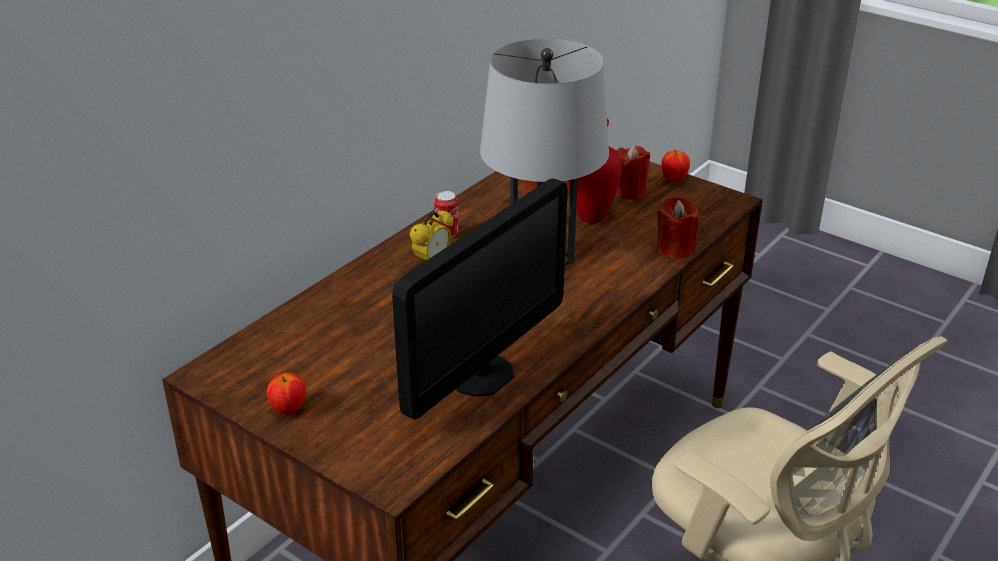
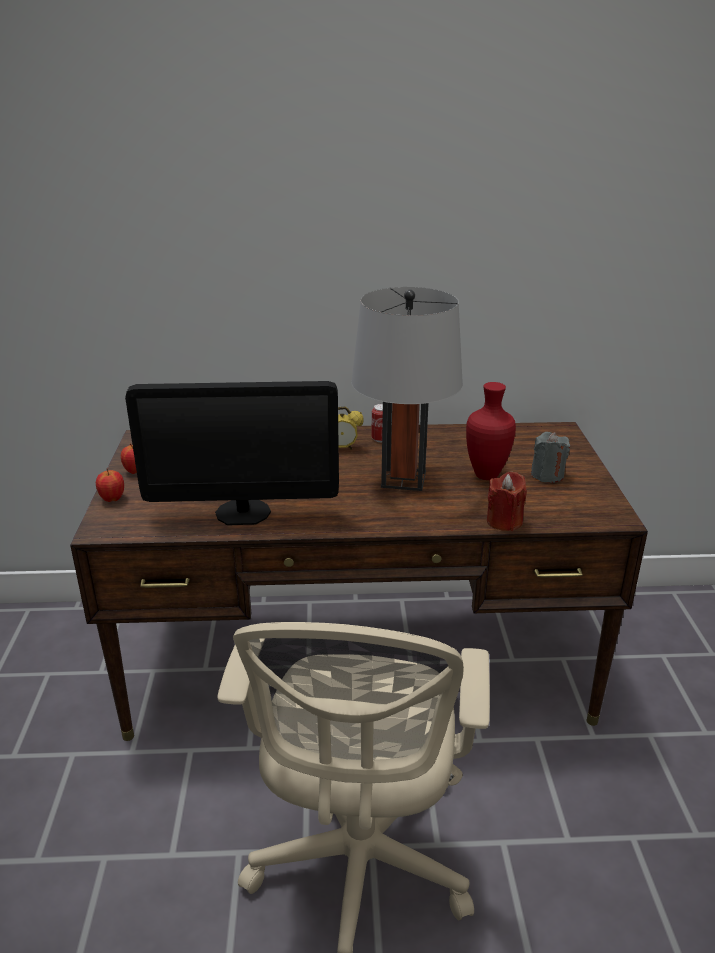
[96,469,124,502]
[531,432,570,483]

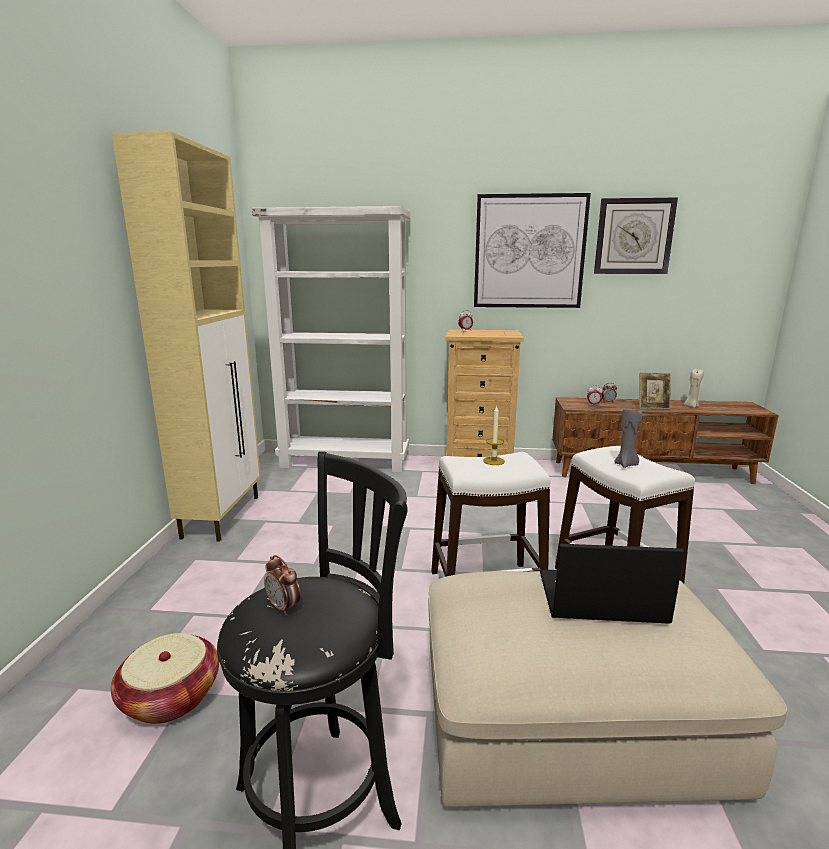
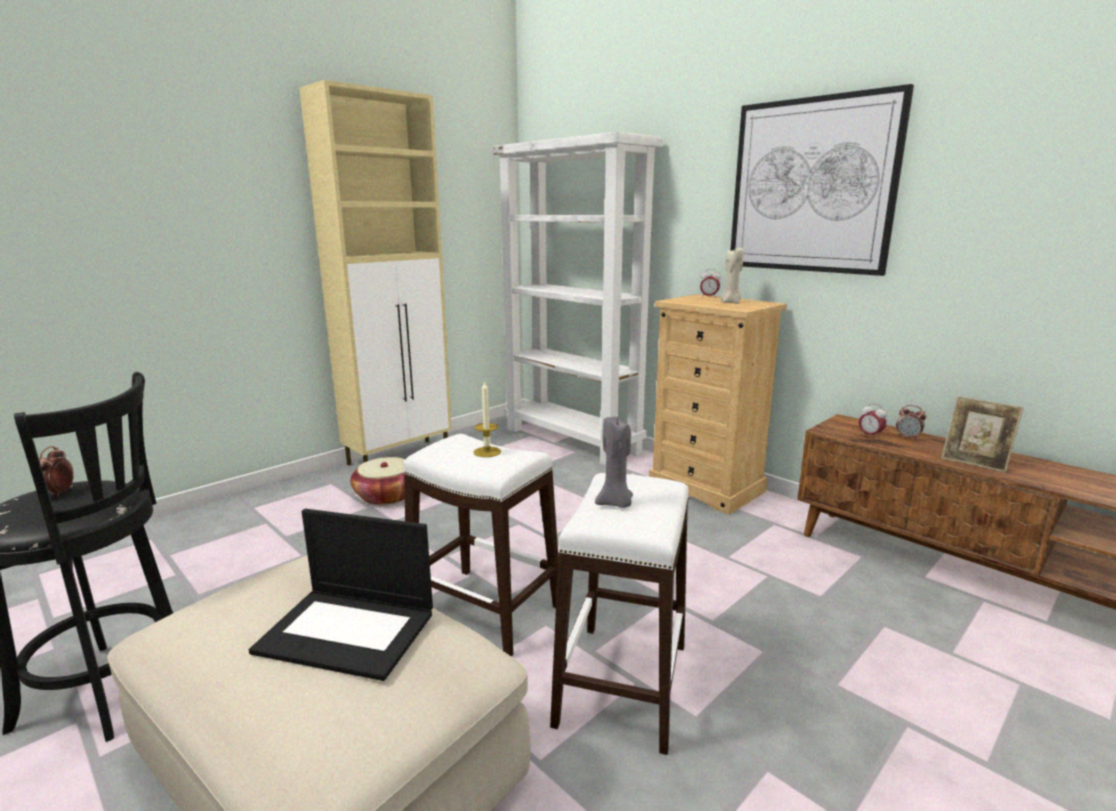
[594,198,678,274] (first image)
[350,457,405,505]
[720,248,744,304]
[249,509,433,681]

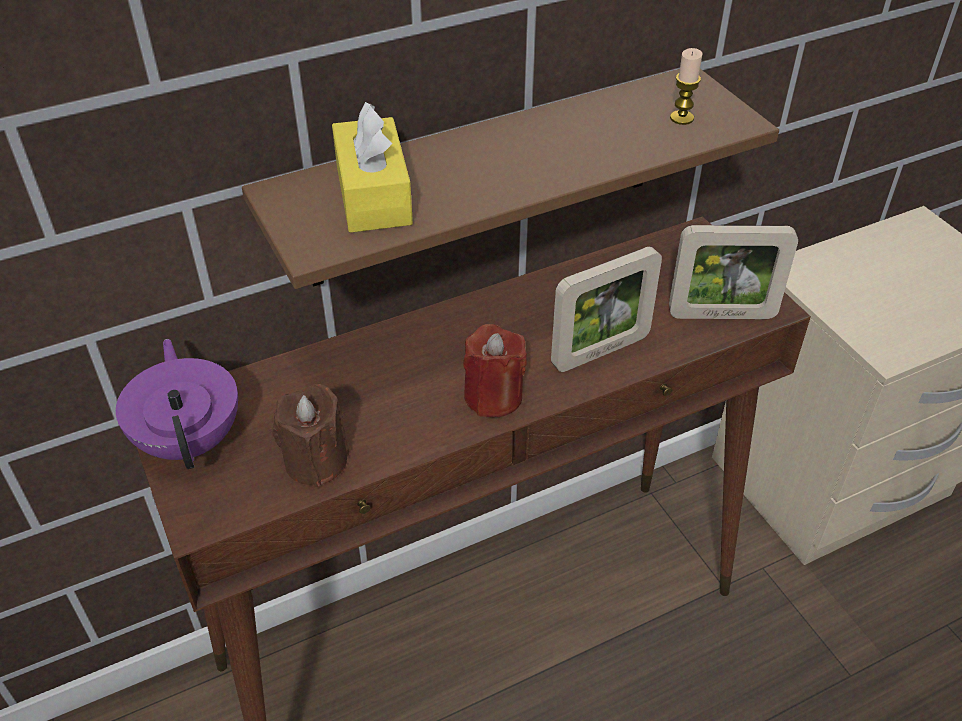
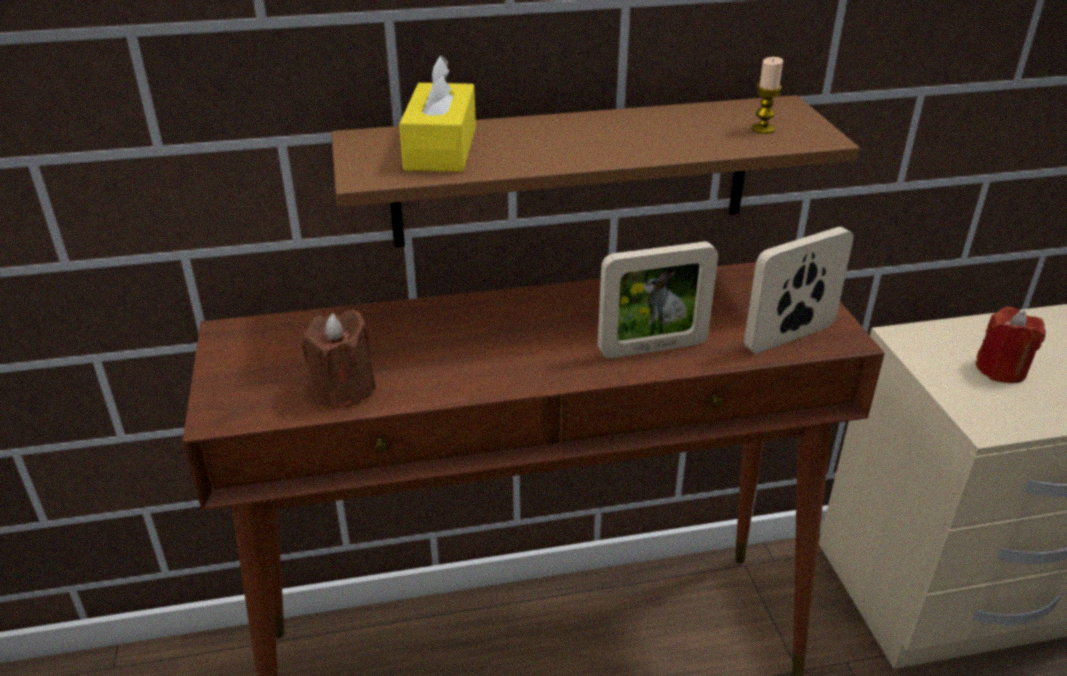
[116,339,238,469] (first image)
[976,307,1046,383]
[744,226,854,354]

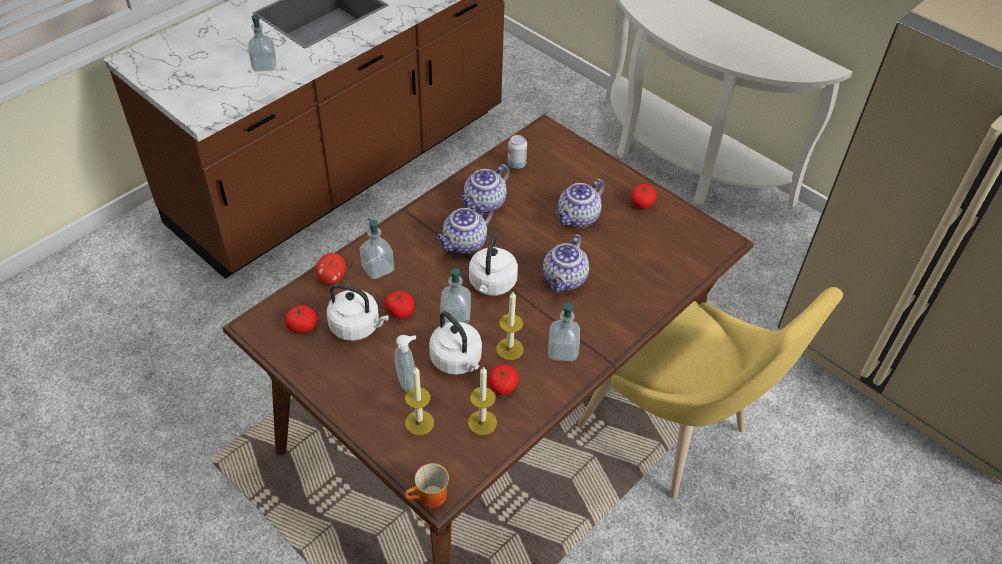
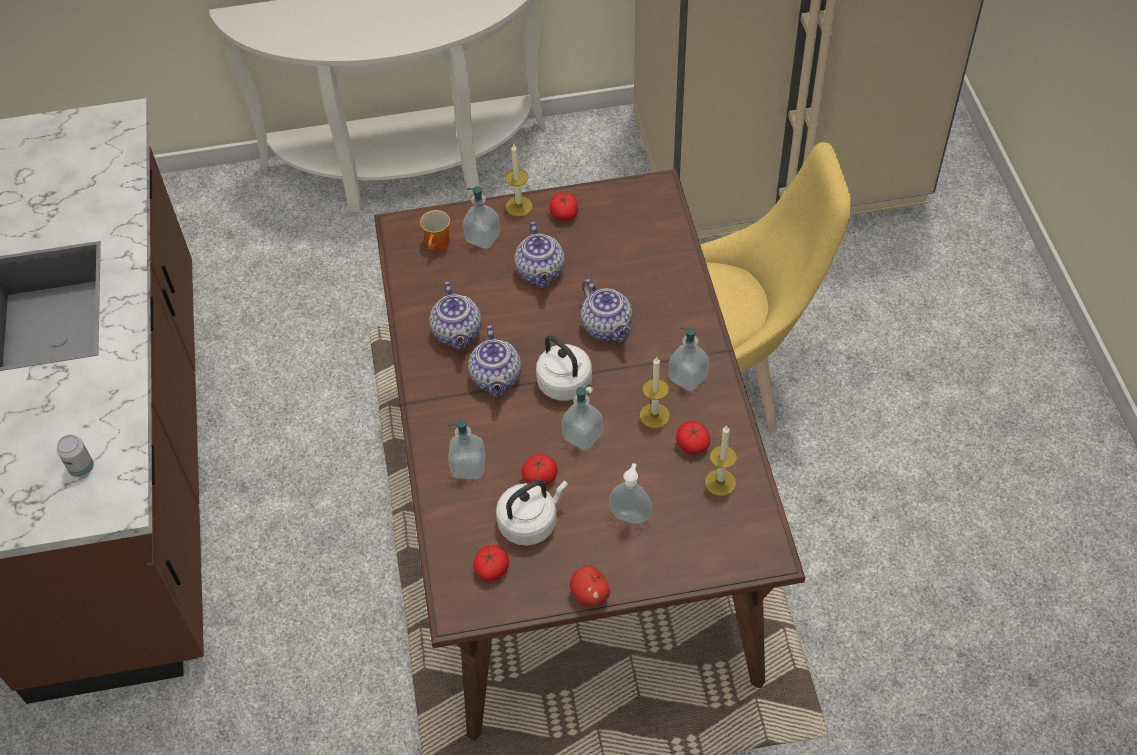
[429,311,482,375] (first image)
[463,186,500,249]
[570,565,610,606]
[505,144,533,217]
[420,210,450,251]
[57,435,94,477]

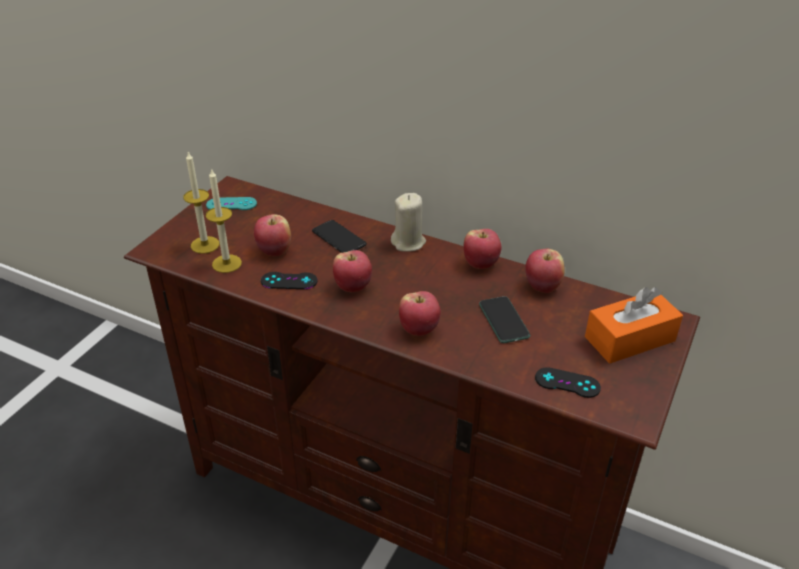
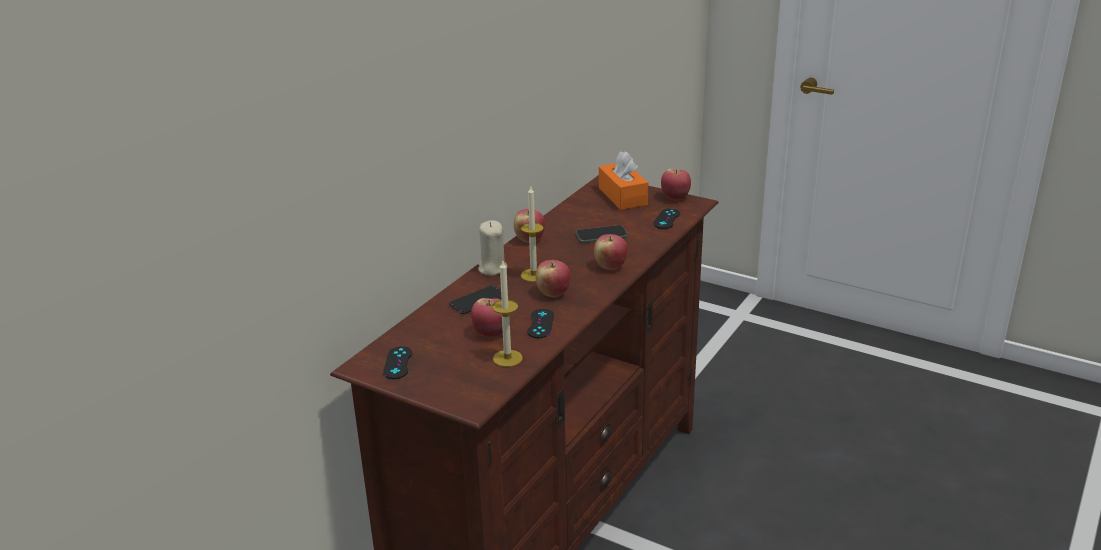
[521,185,544,282]
[661,169,691,200]
[383,346,412,379]

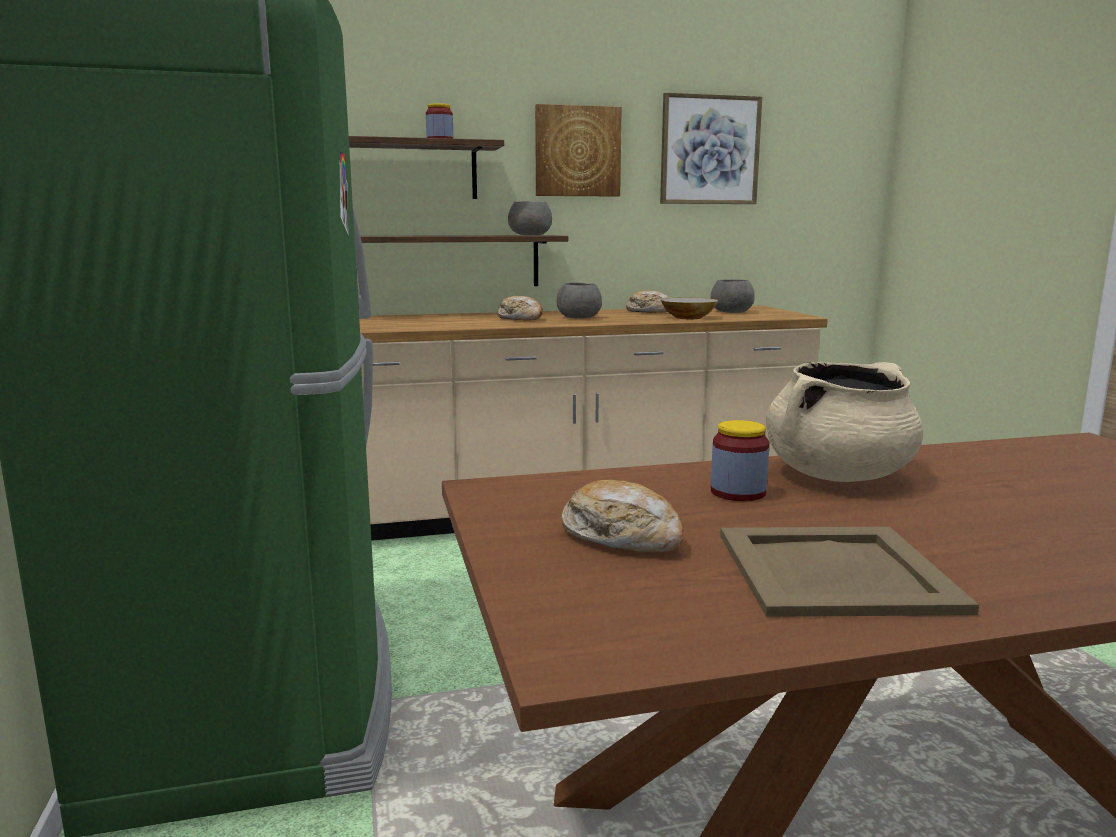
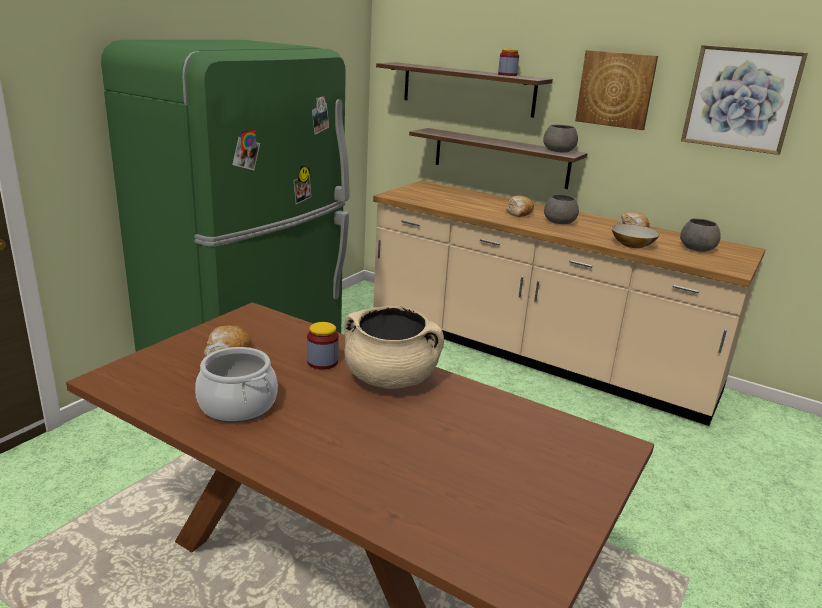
[195,344,278,423]

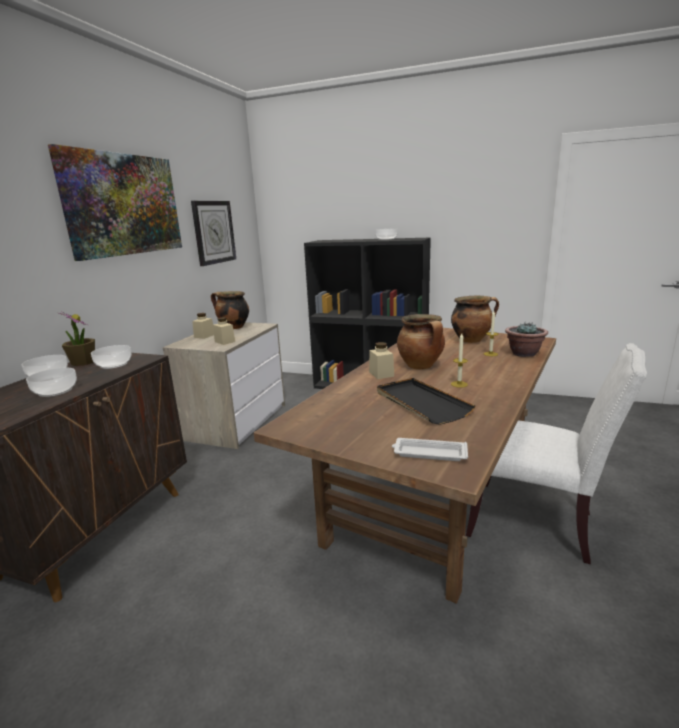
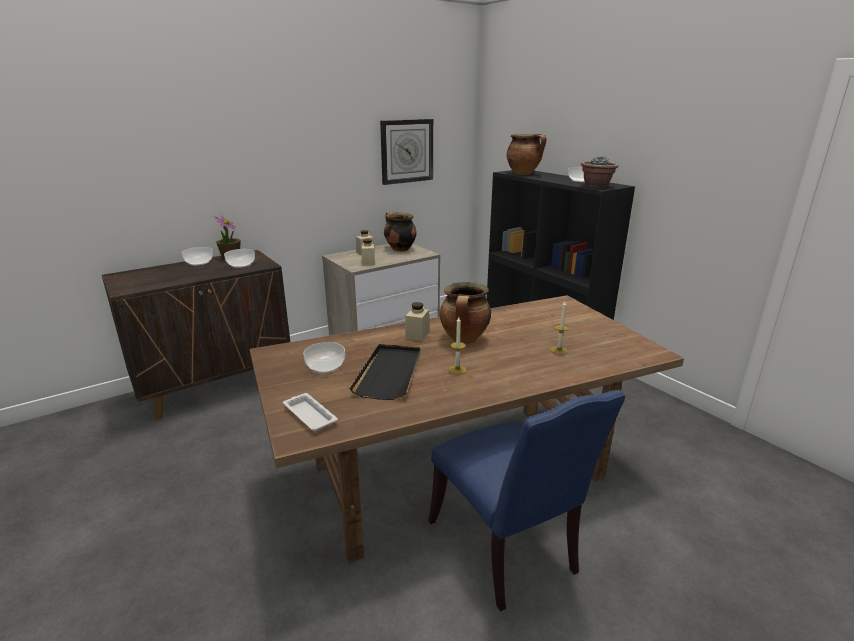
[48,144,182,261] (first image)
[303,342,345,373]
[507,134,547,175]
[581,156,619,188]
[429,390,625,611]

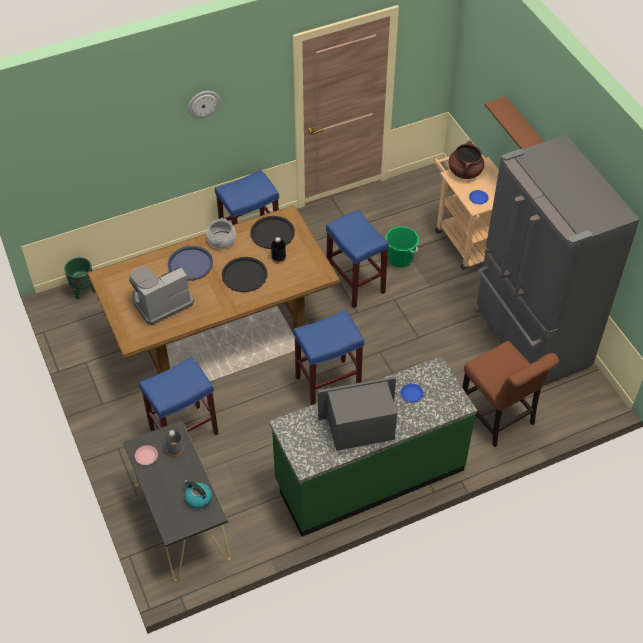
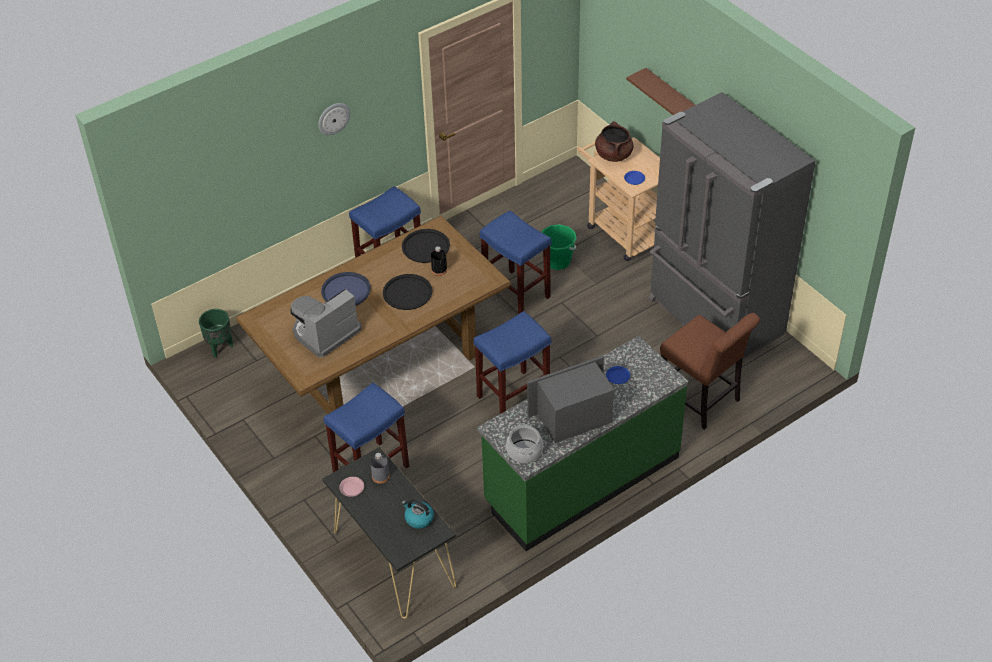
[506,424,543,463]

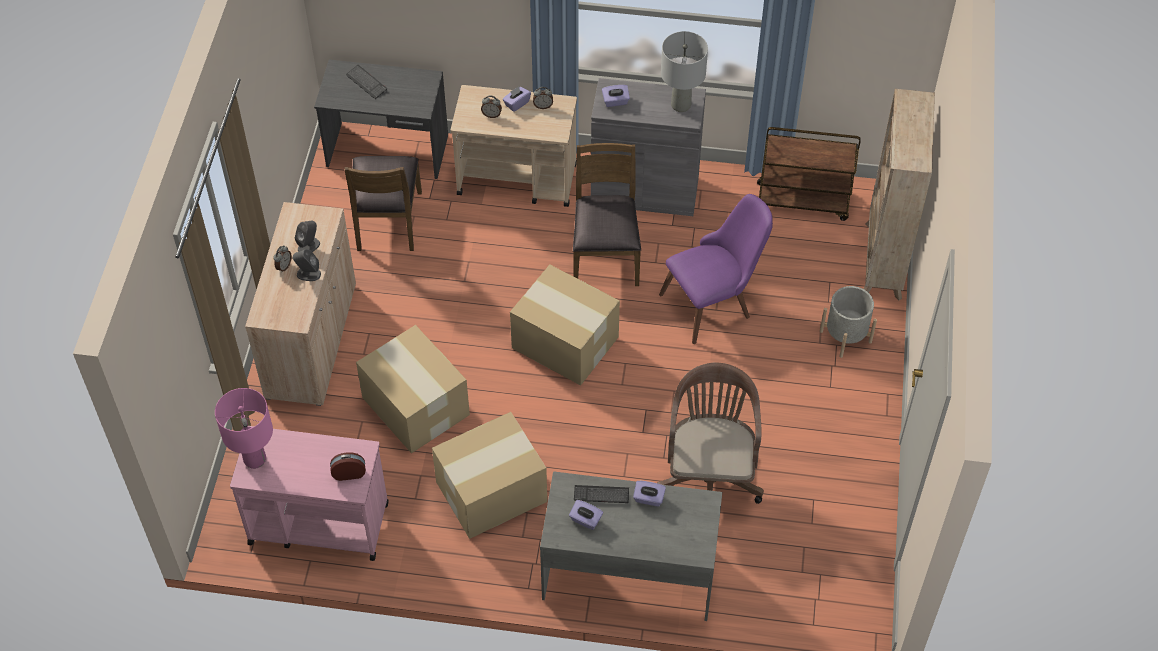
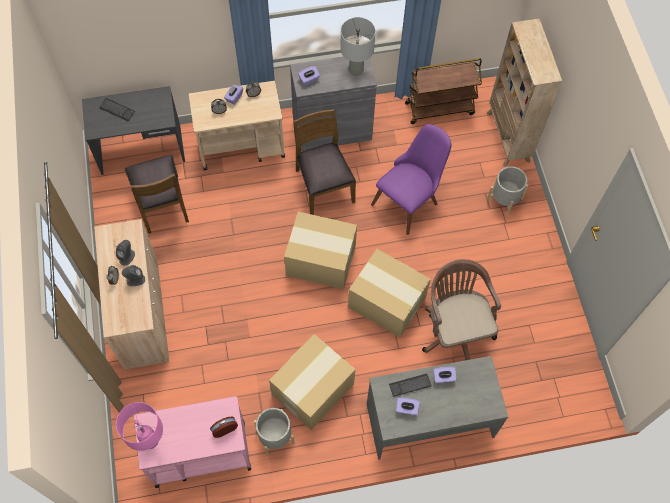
[254,408,295,456]
[348,249,431,338]

